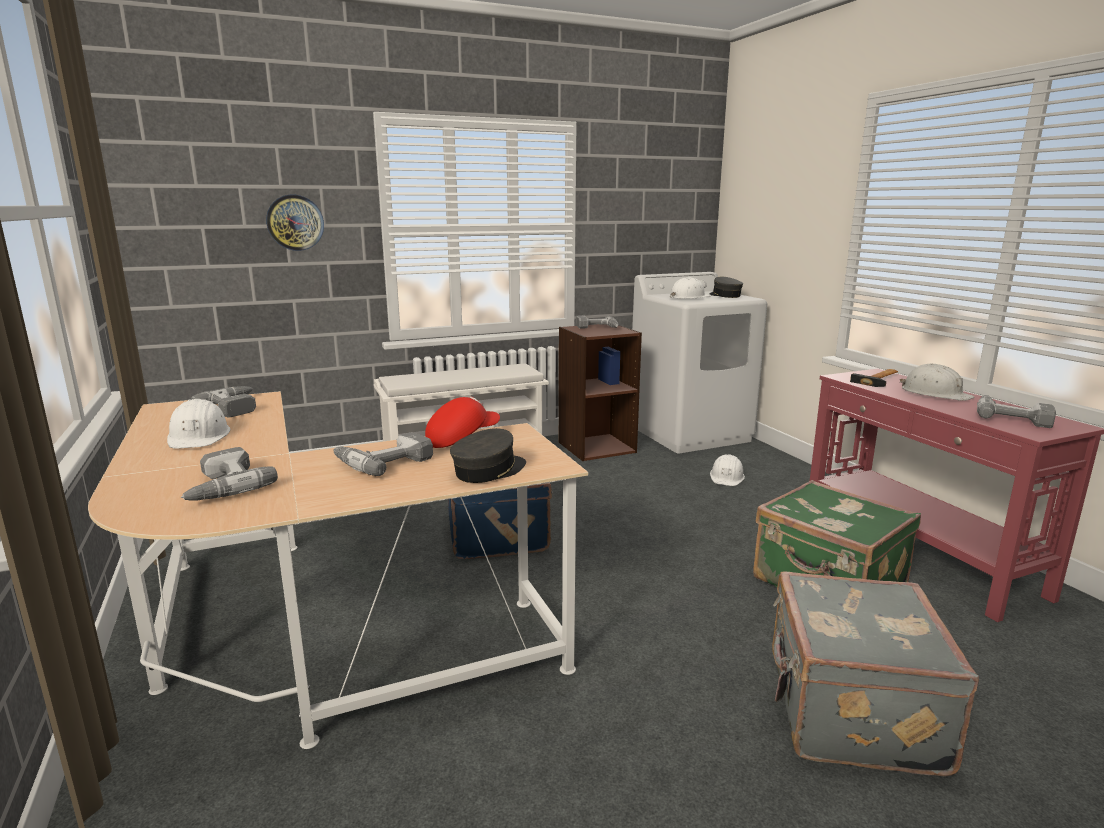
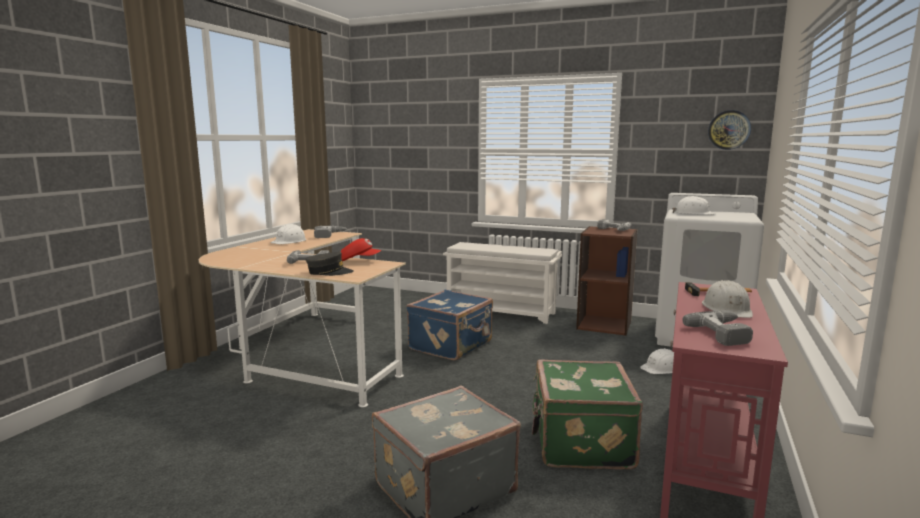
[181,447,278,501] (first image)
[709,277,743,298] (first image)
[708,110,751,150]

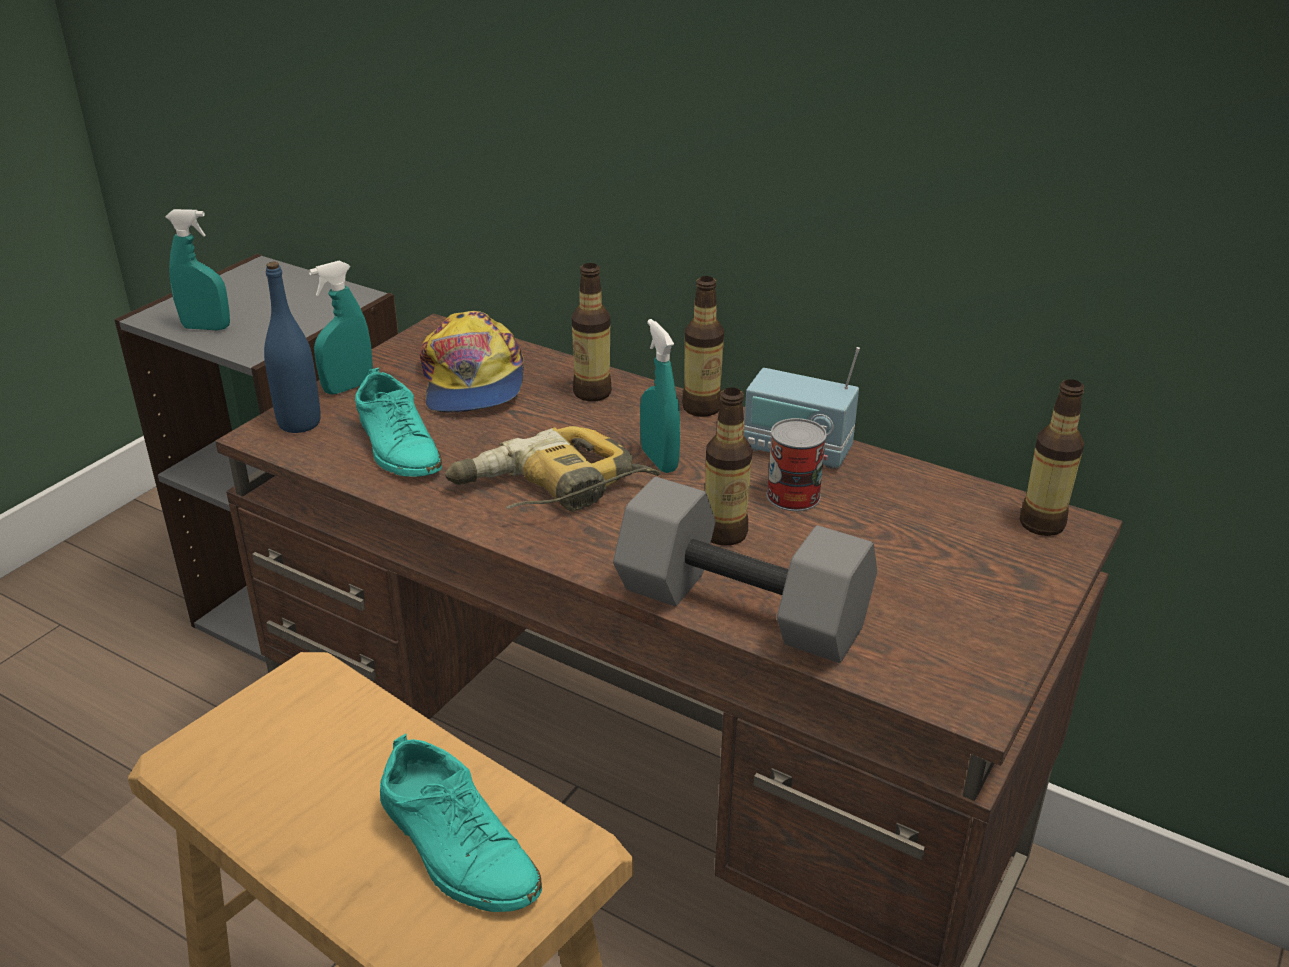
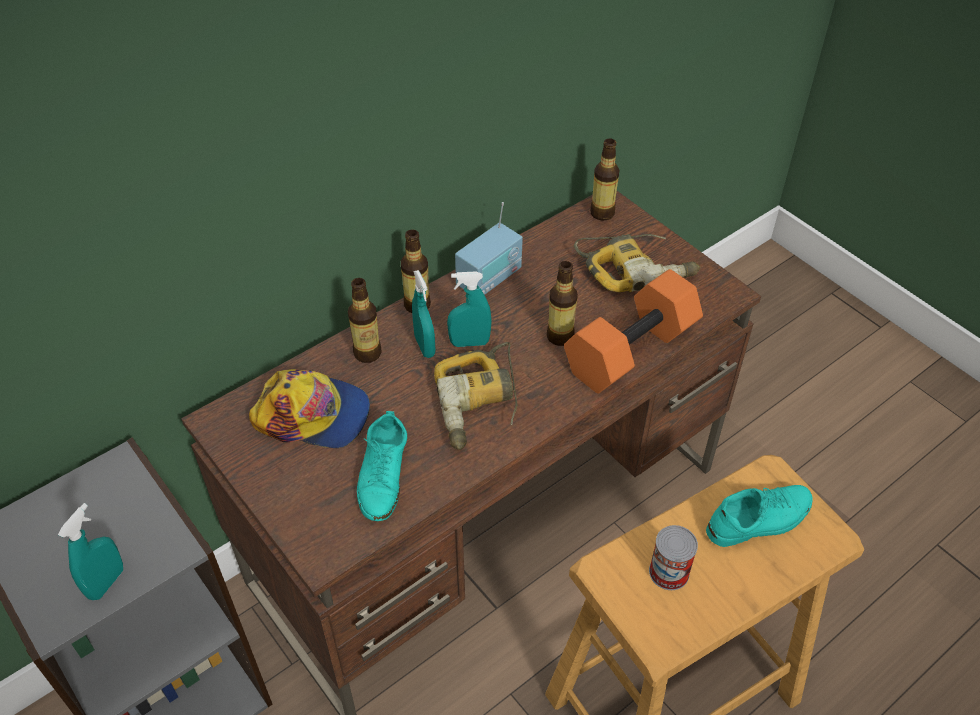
[264,261,321,433] (first image)
[574,234,700,292]
[412,270,436,358]
[649,525,698,590]
[564,269,703,394]
[357,411,407,521]

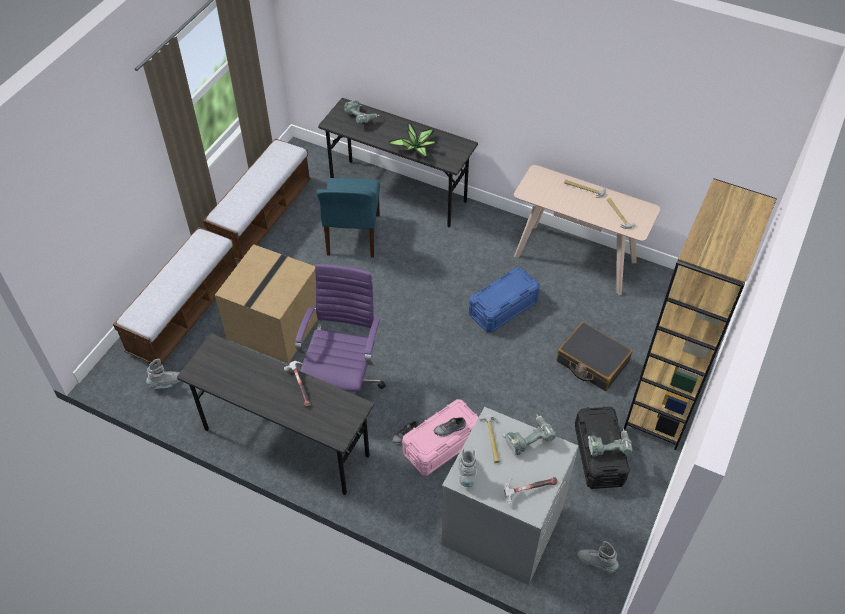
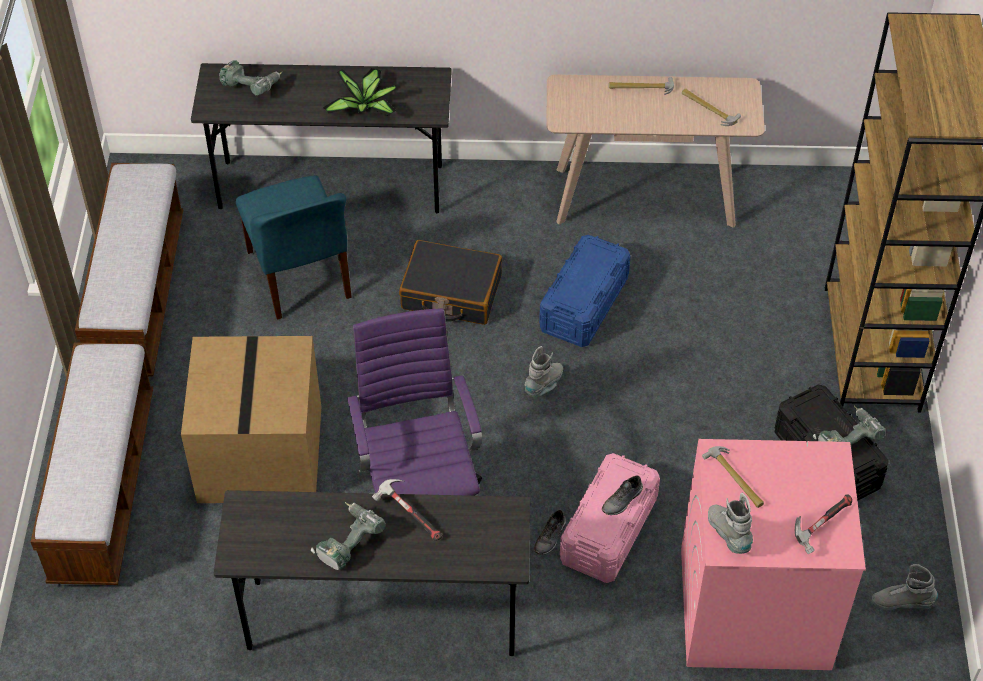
[525,346,563,397]
[311,502,386,570]
[399,240,502,325]
[681,439,866,670]

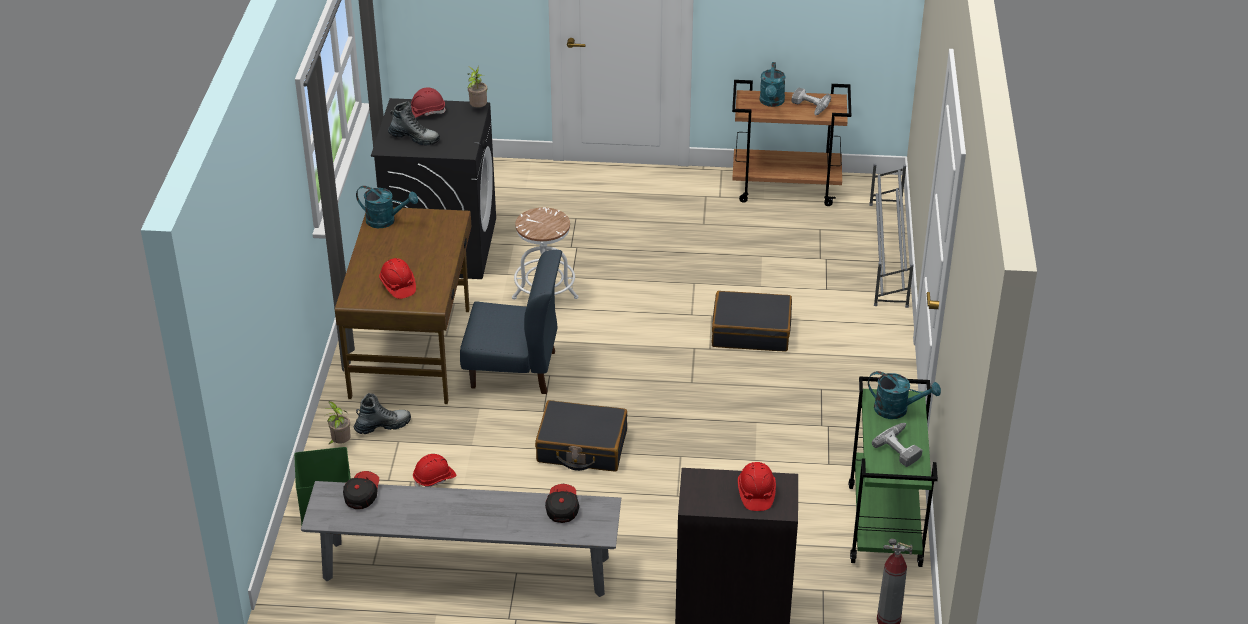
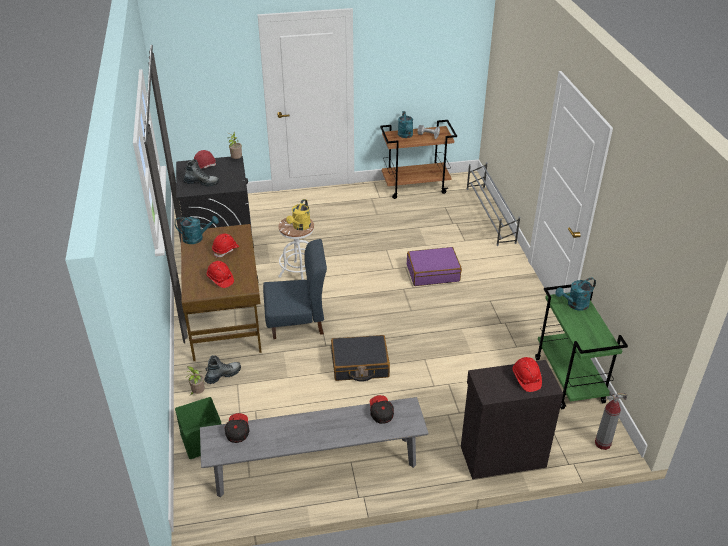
[872,423,922,467] (first image)
[286,199,311,230]
[212,233,239,258]
[407,247,462,286]
[555,278,596,311]

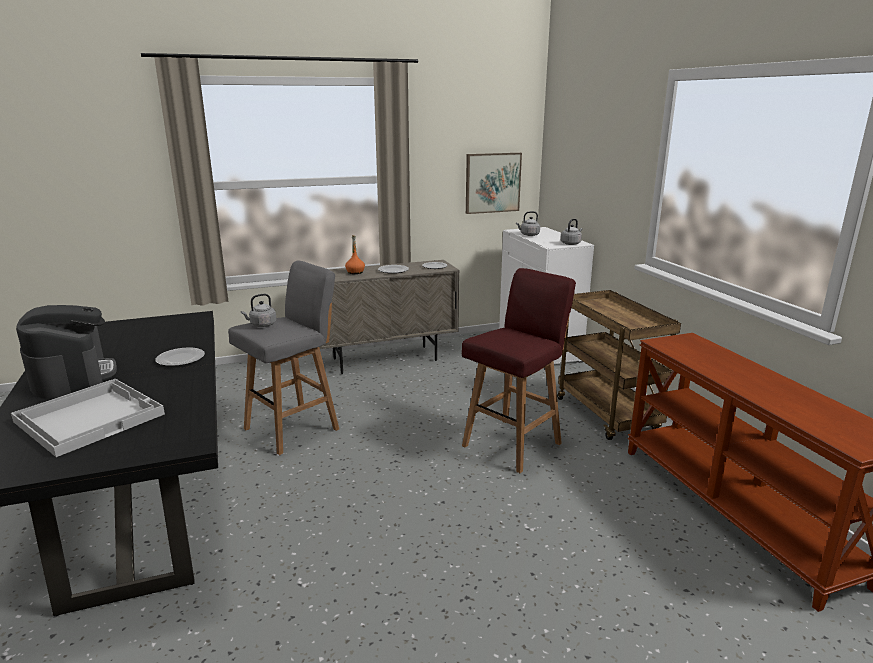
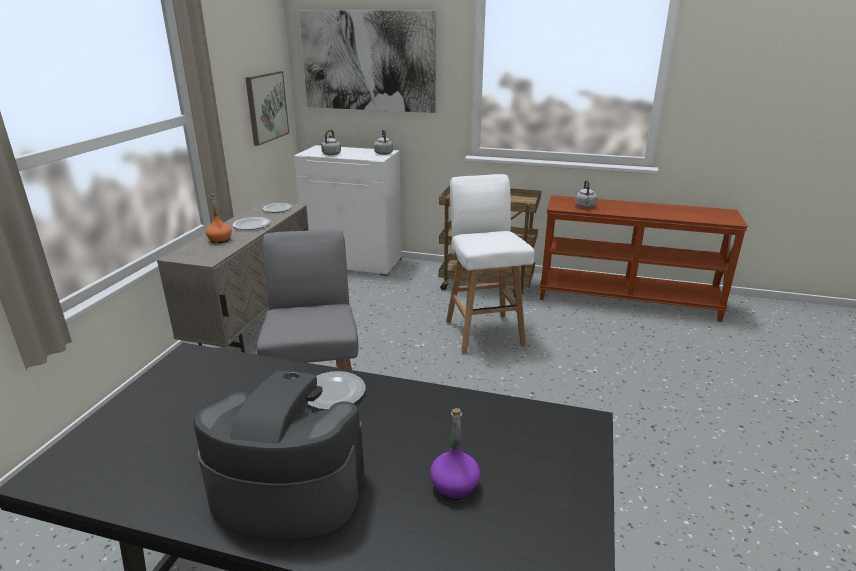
[299,10,436,113]
[575,180,597,208]
[430,408,480,500]
[446,174,535,354]

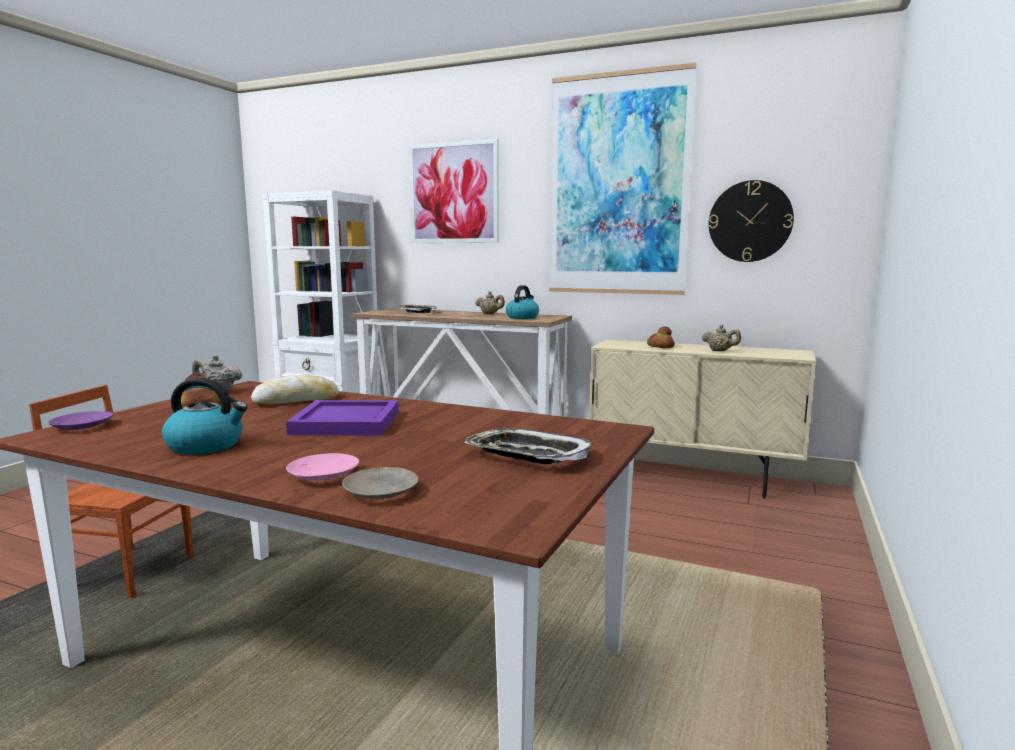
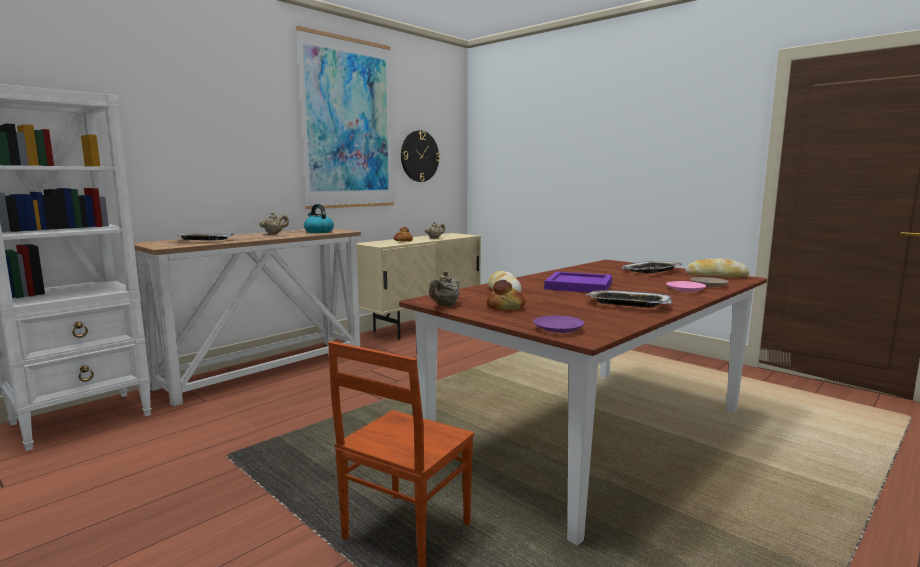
[409,139,499,243] (first image)
[685,258,749,278]
[587,290,673,308]

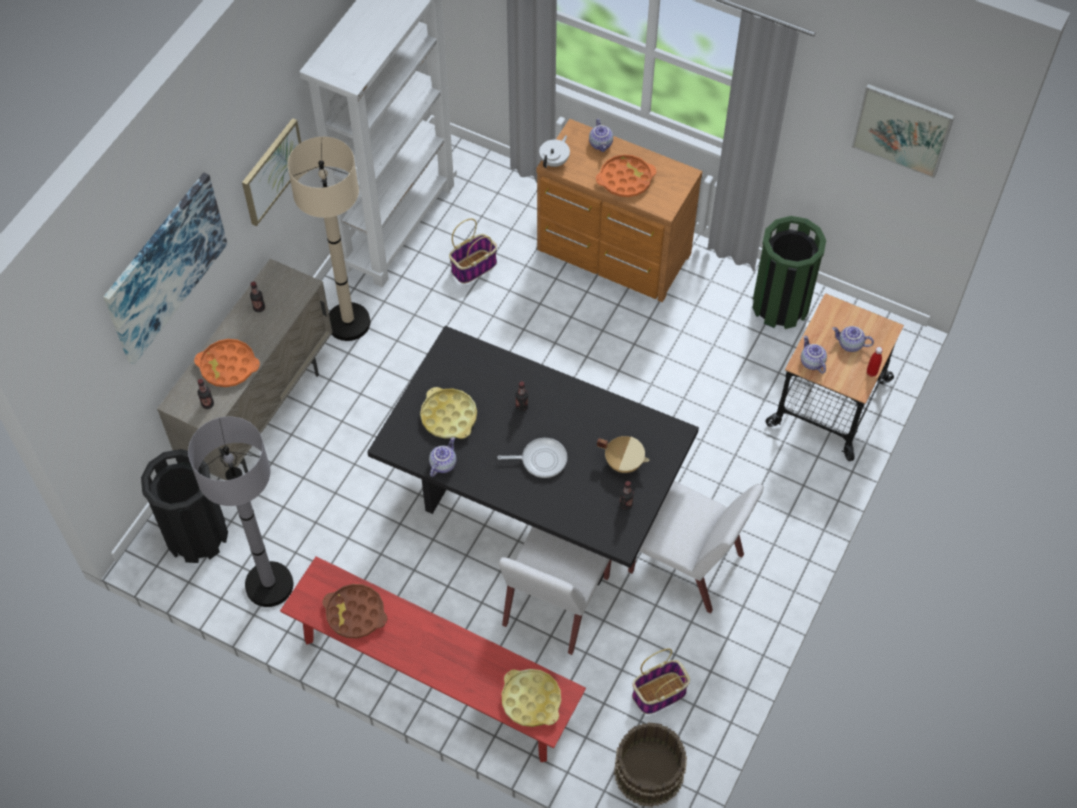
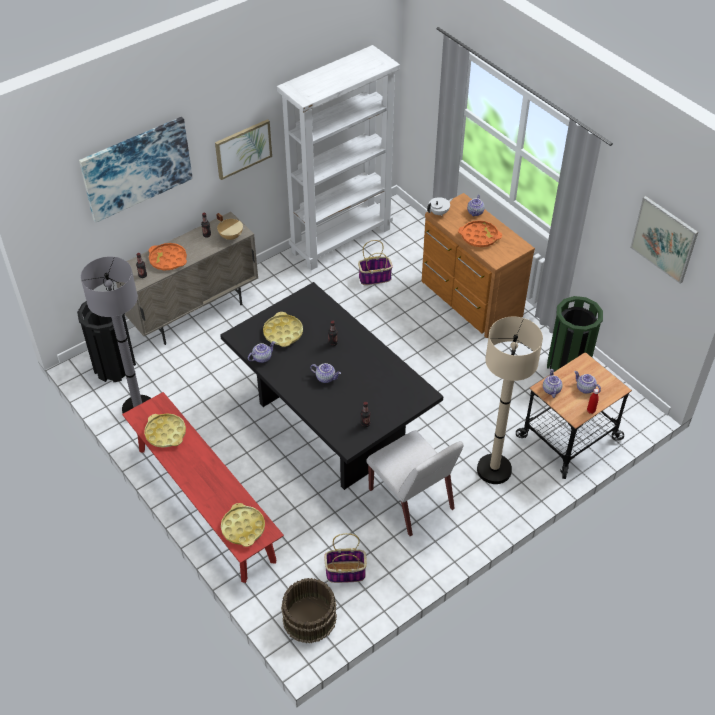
[499,526,611,655] (first image)
[477,317,543,484]
[216,213,243,240]
[310,363,341,383]
[144,413,186,448]

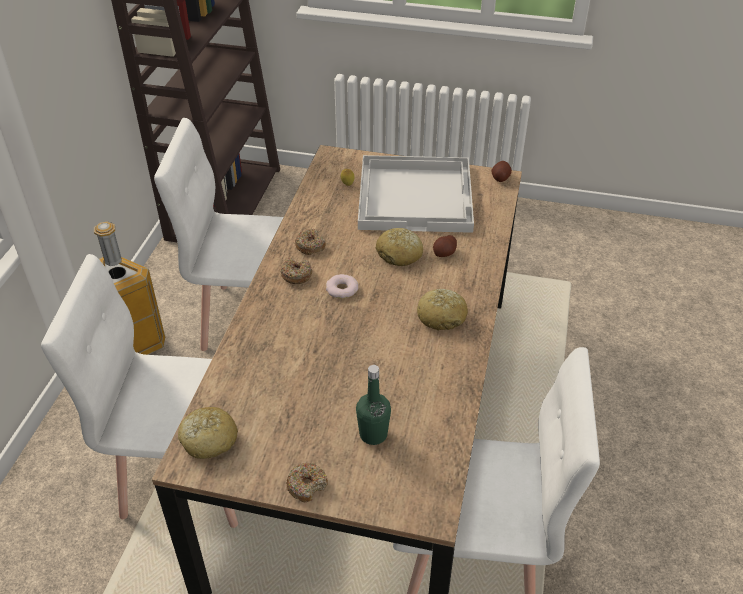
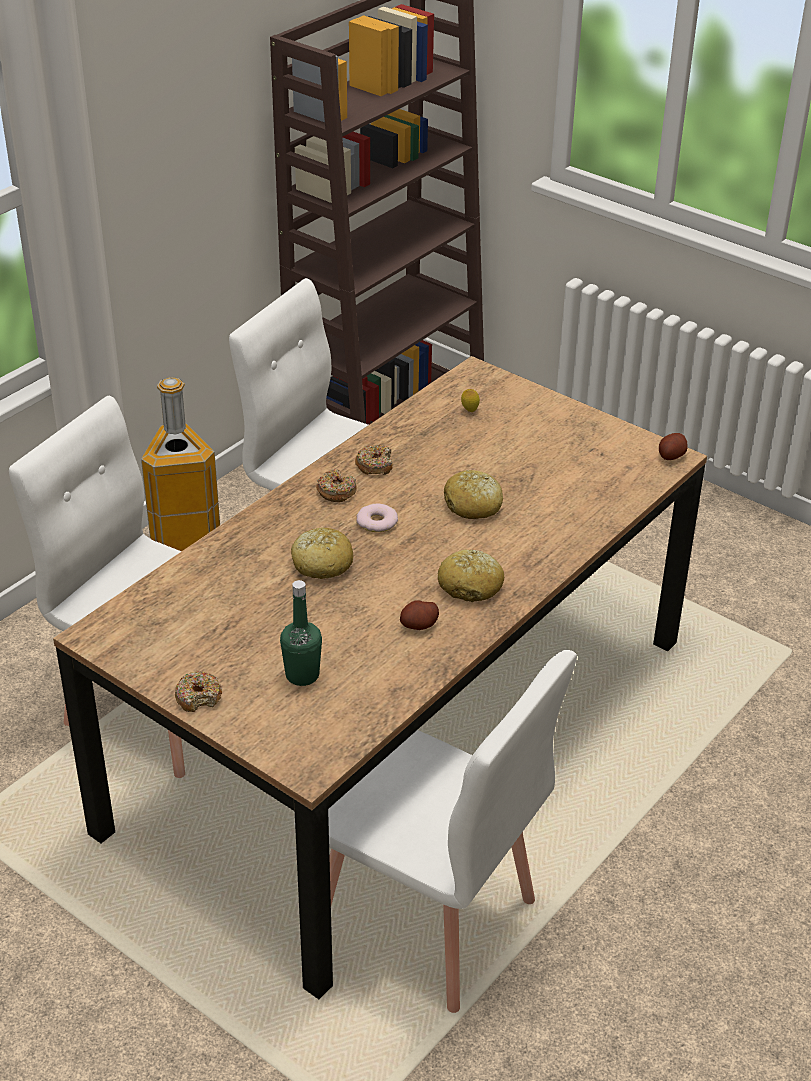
[358,155,474,233] (first image)
[291,527,353,579]
[400,601,439,630]

